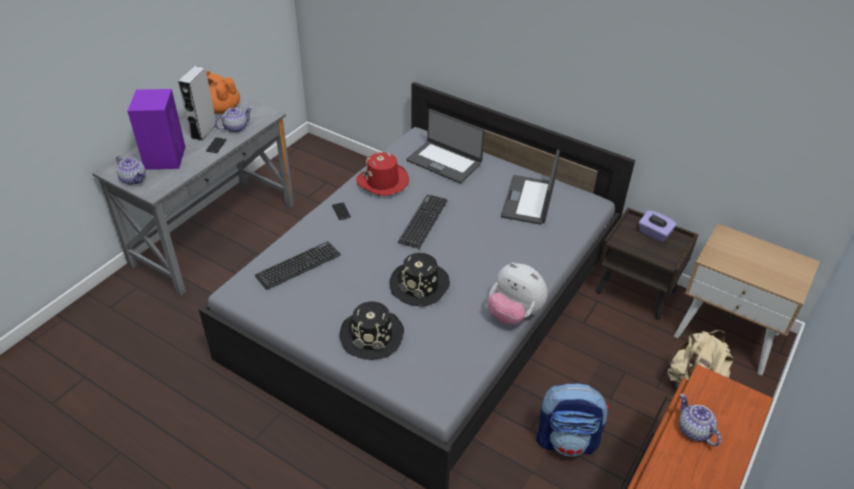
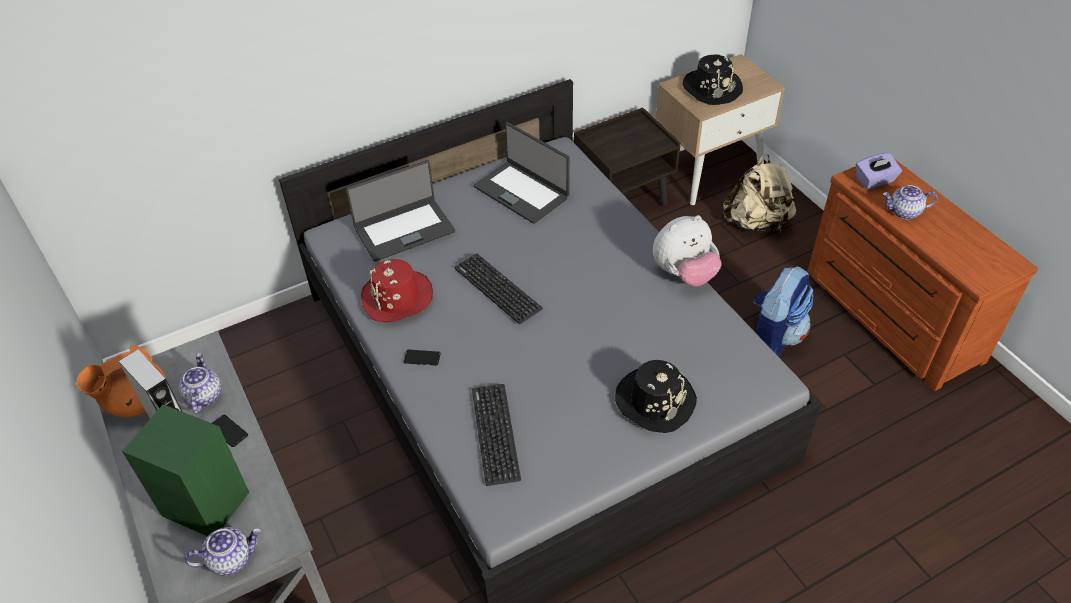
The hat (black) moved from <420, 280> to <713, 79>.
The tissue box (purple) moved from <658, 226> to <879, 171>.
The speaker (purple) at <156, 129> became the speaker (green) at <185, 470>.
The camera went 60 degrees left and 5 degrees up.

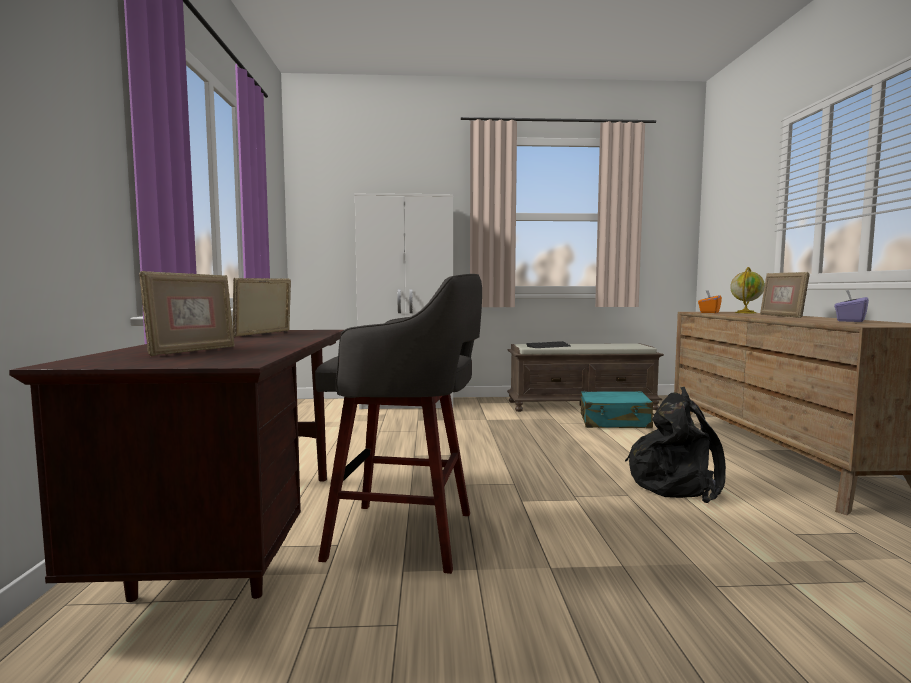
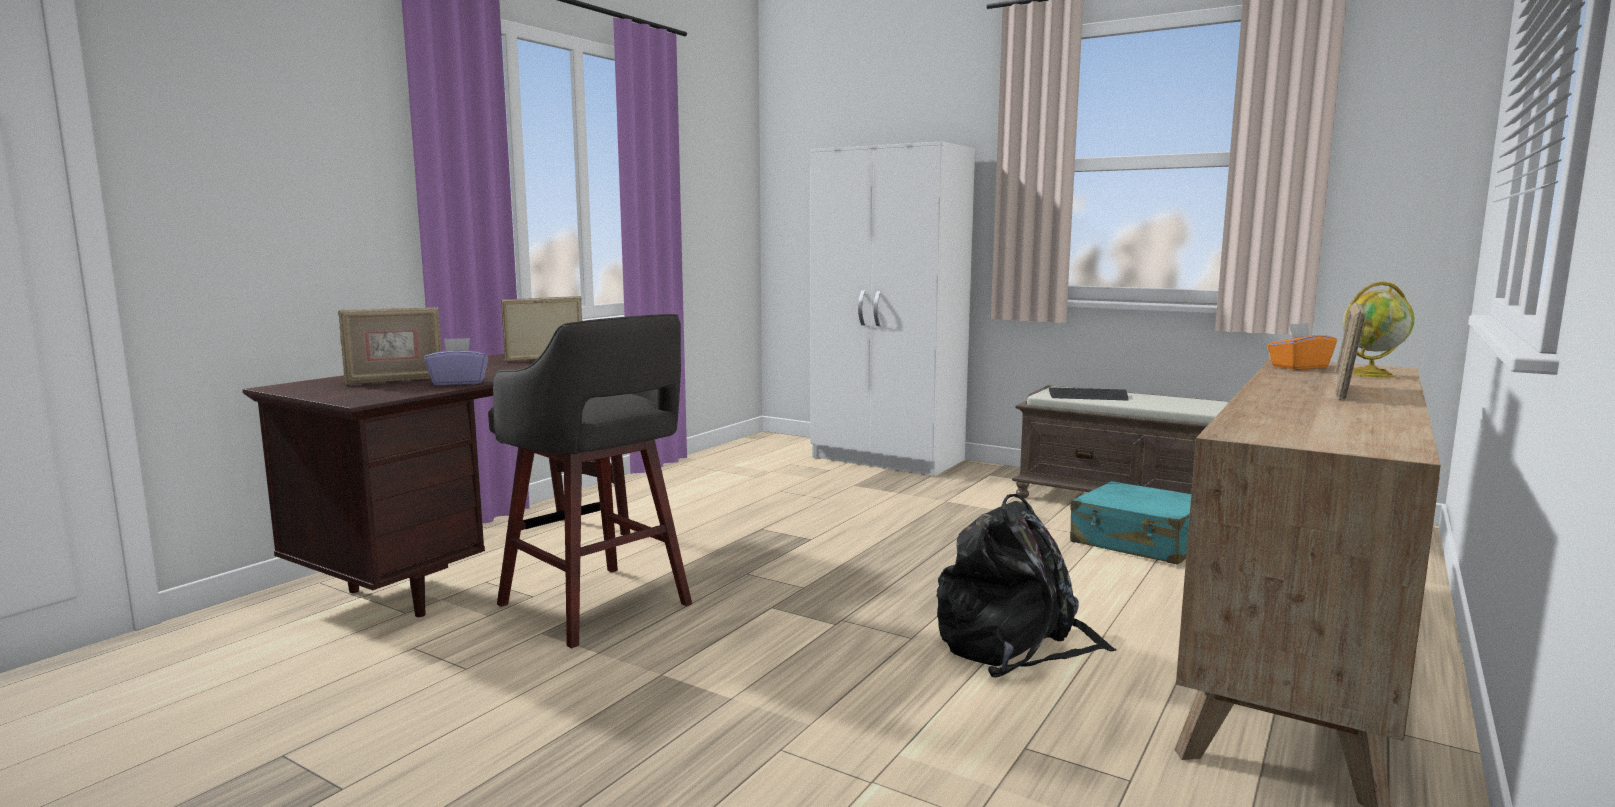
The tissue box (purple) moved from <851, 306> to <456, 361>.
The camera went 35 degrees right and 5 degrees up.

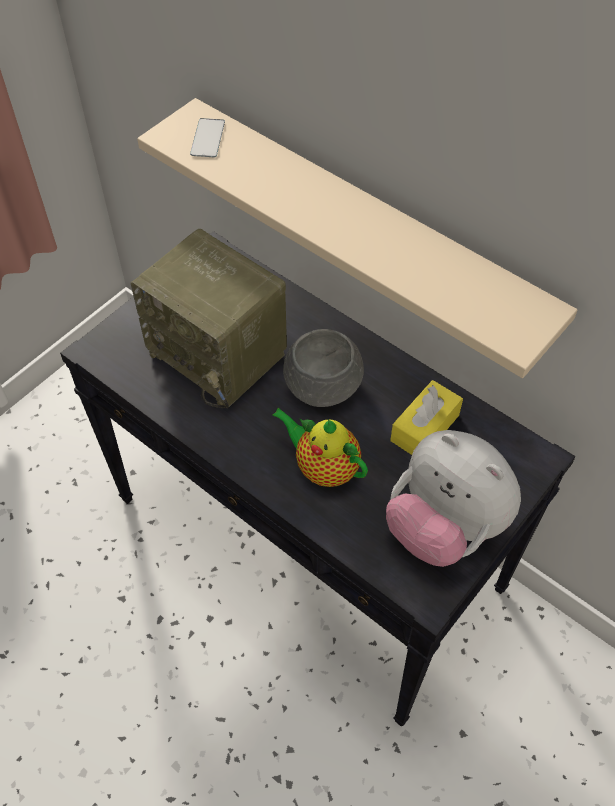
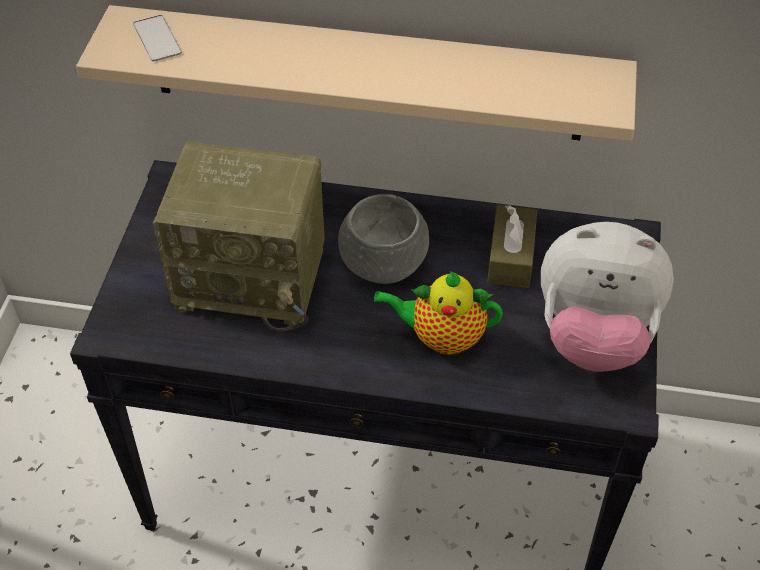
The tissue box (yellow) at <426, 417> became the tissue box (brown) at <512, 246>.
The camera went 30 degrees left and 5 degrees down.

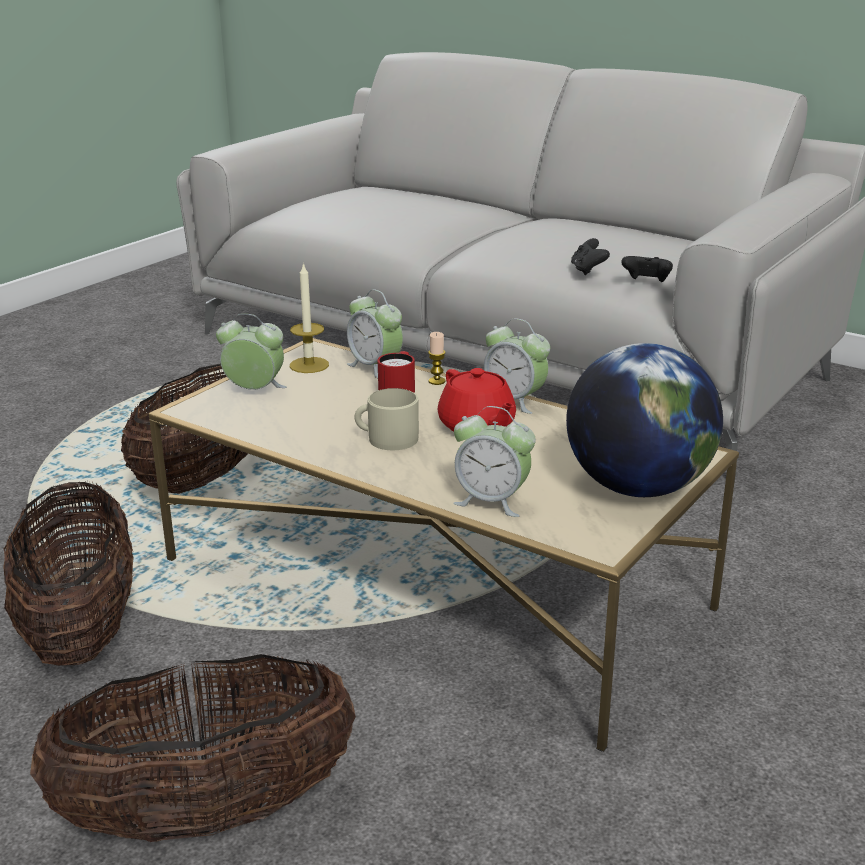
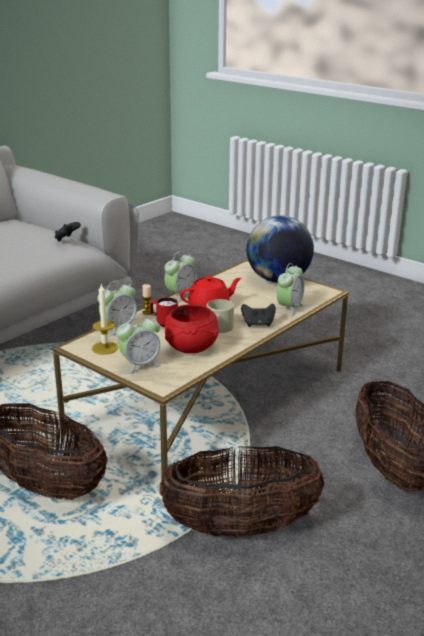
The bowl (red) at <192, 329> appeared.
The game controller (black) moved from <590, 256> to <258, 315>.
The alarm clock at <251, 351> turned 135 degrees counterclockwise.
The camera went 85 degrees left and 0 degrees up.

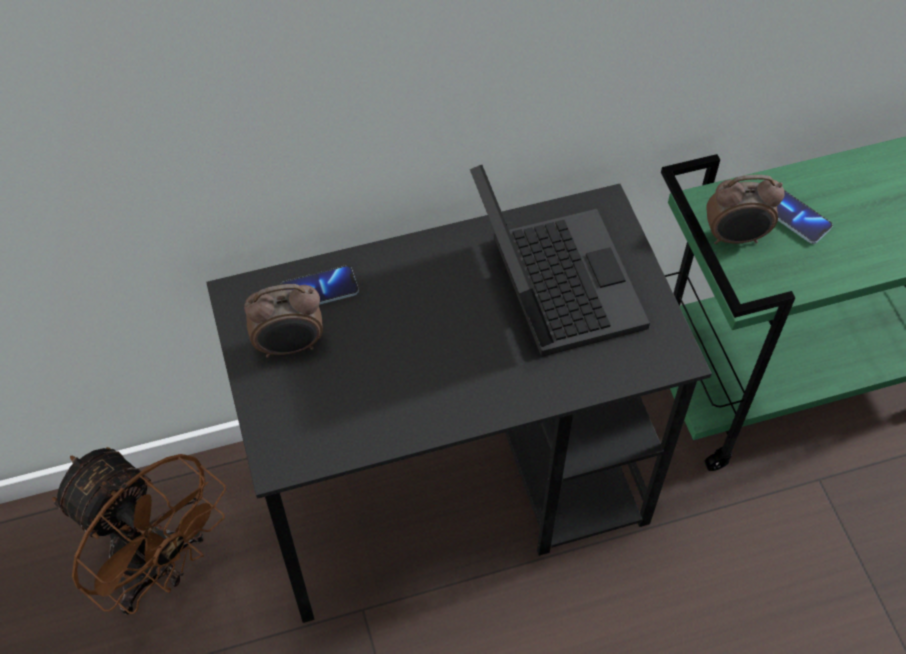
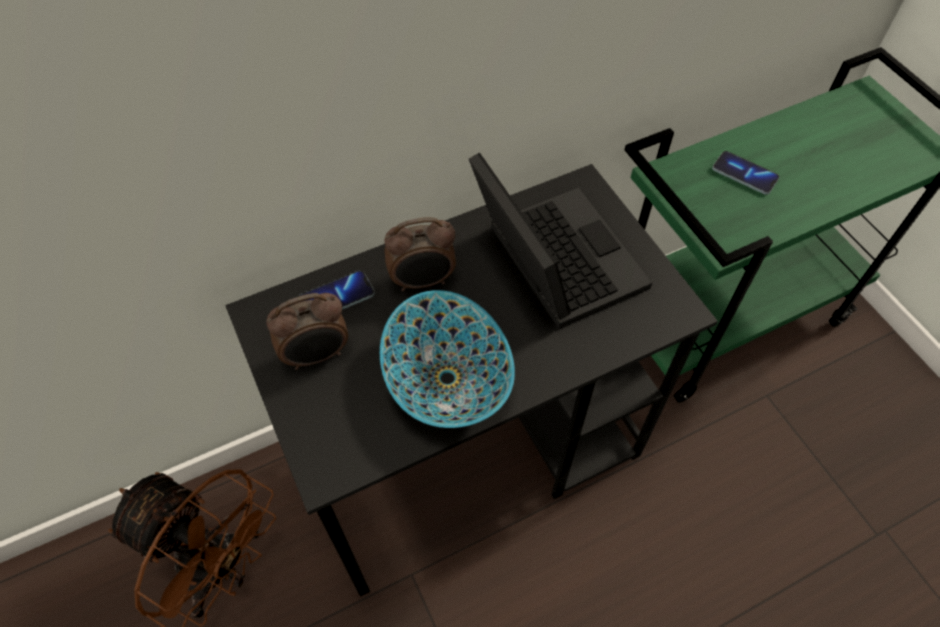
The bowl at <447, 359> appeared.
The alarm clock moved from <745, 209> to <420, 254>.
The camera went 10 degrees left and 0 degrees up.

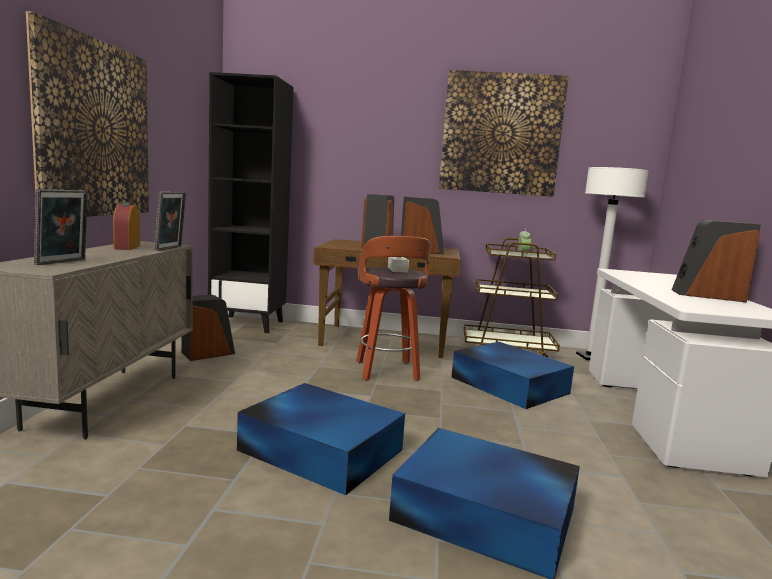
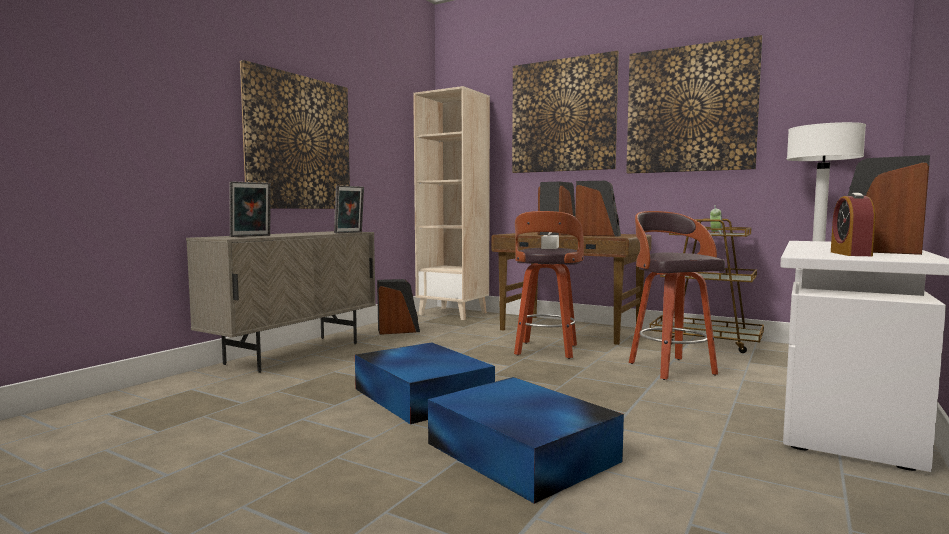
The picture at <565, 112> appeared.
The alarm clock moved from <126, 226> to <853, 224>.
The storage box (blue) at <512, 375> was replaced by the stool at <677, 295>.
The bookcase (black) at <251, 202> became the bookcase (beige) at <451, 203>.
The camera went 25 degrees right and 5 degrees down.

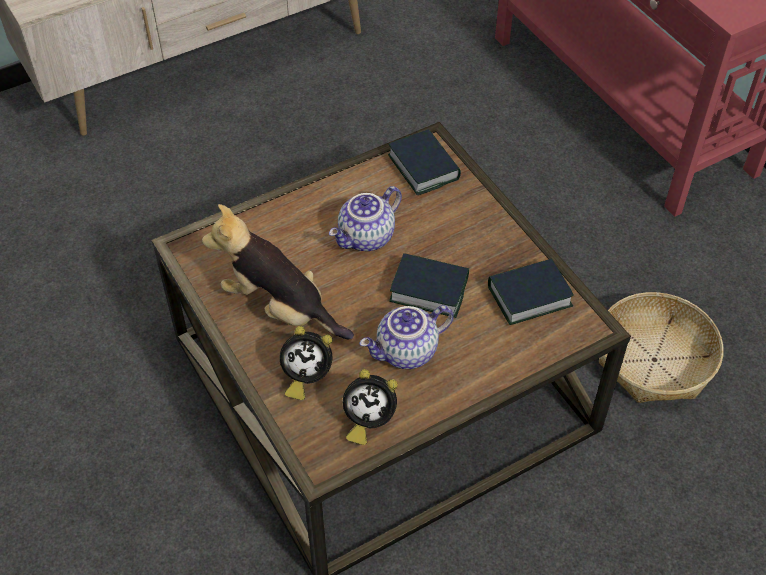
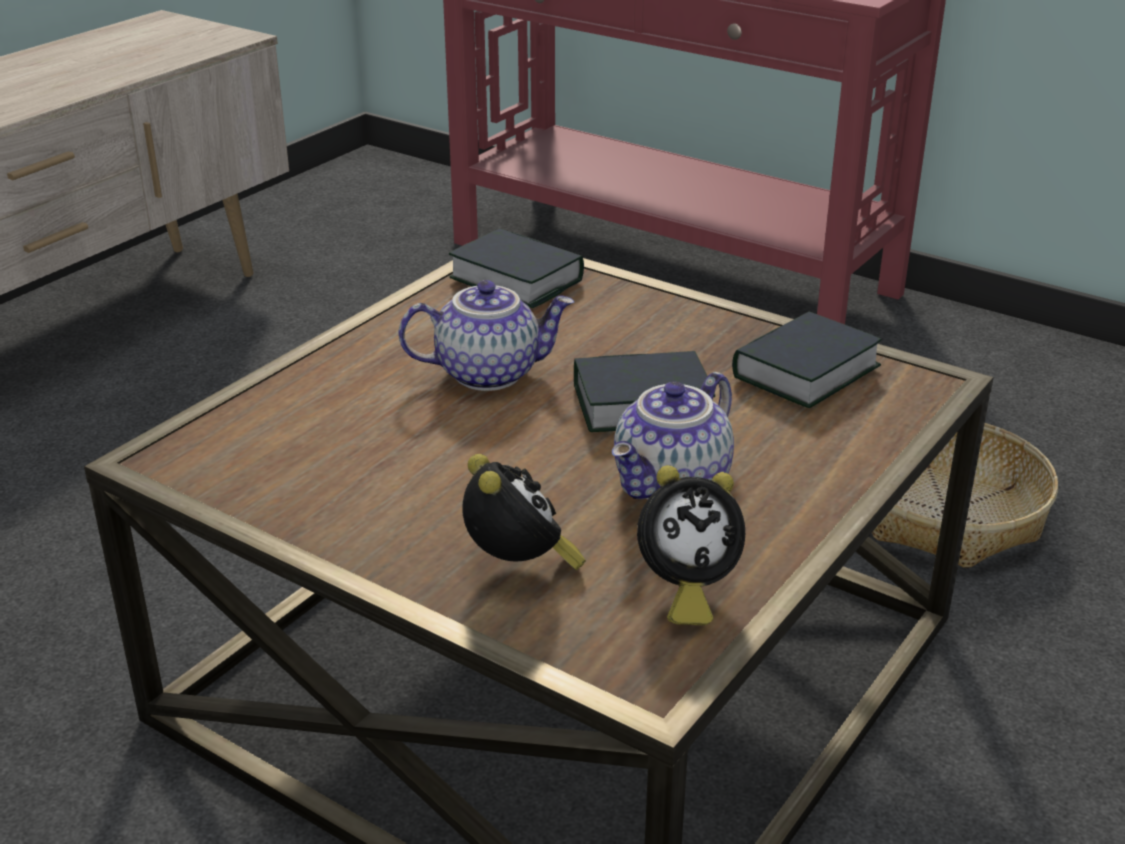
The plush toy at <278, 271> disappeared.
The alarm clock at <306, 363> turned 90 degrees counterclockwise.
The teapot at <365, 218> turned 120 degrees counterclockwise.
The camera went 25 degrees left and 20 degrees down.

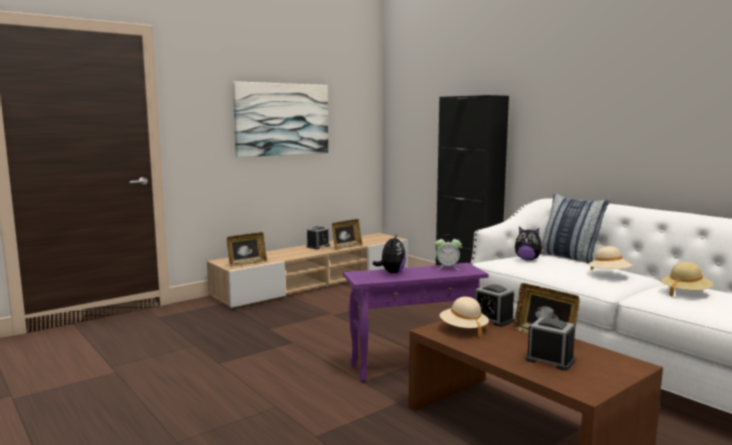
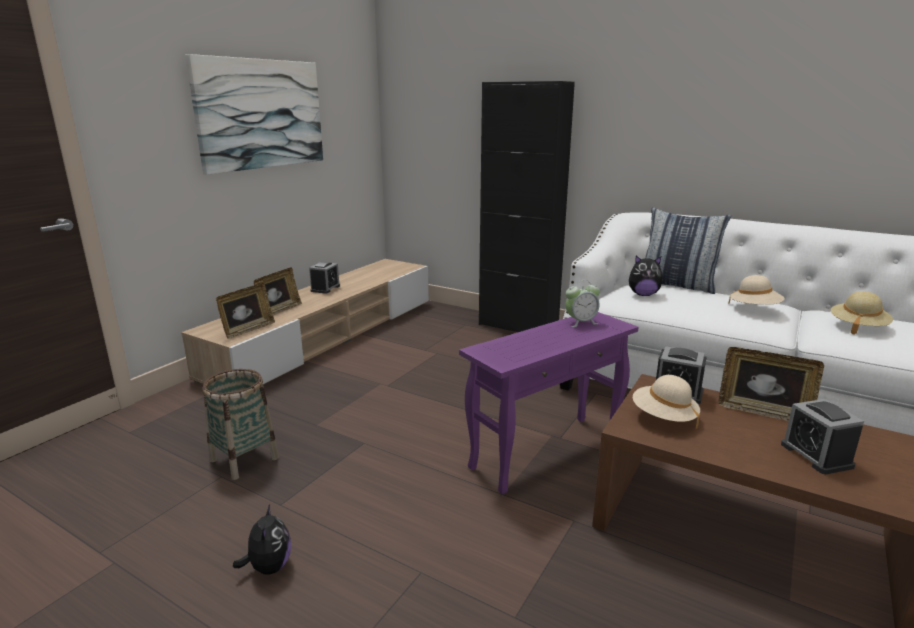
The basket at <241, 424> appeared.
The picture frame moved from <347, 234> to <277, 291>.
The plush toy moved from <389, 253> to <262, 539>.
The alarm clock at <550, 344> turned 120 degrees counterclockwise.
The camera went 20 degrees left and 10 degrees up.

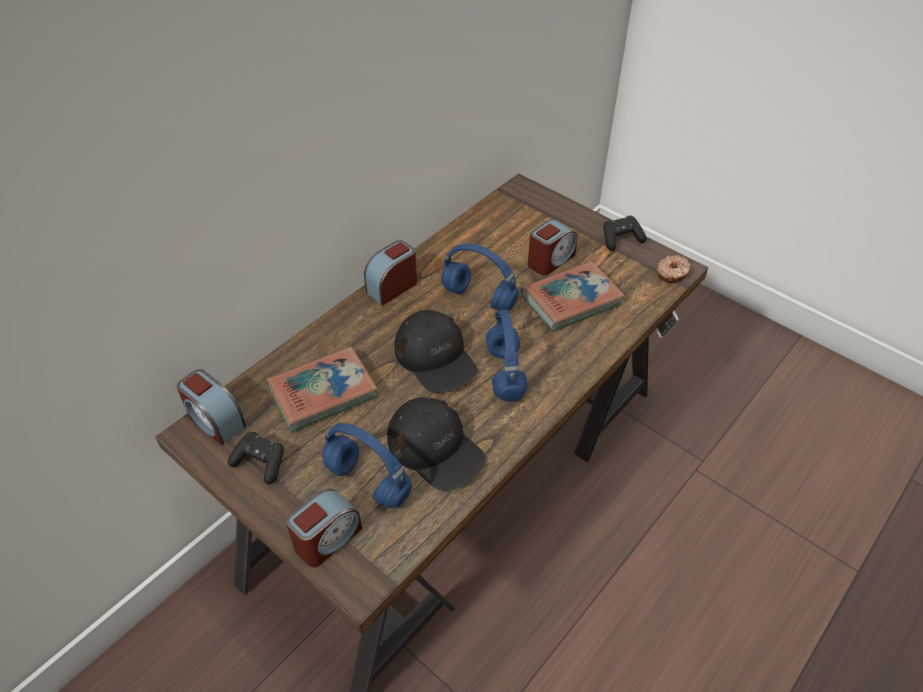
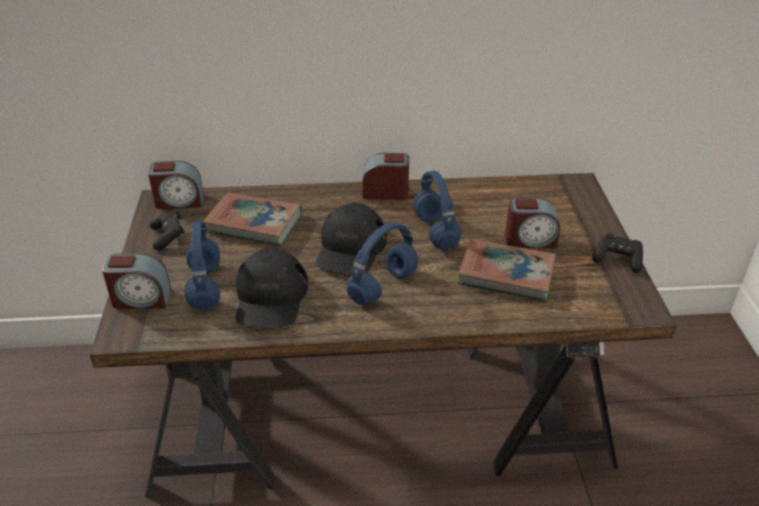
The donut at <673, 269> disappeared.
The alarm clock at <211, 407> turned 90 degrees counterclockwise.
The camera went 45 degrees right and 10 degrees down.

